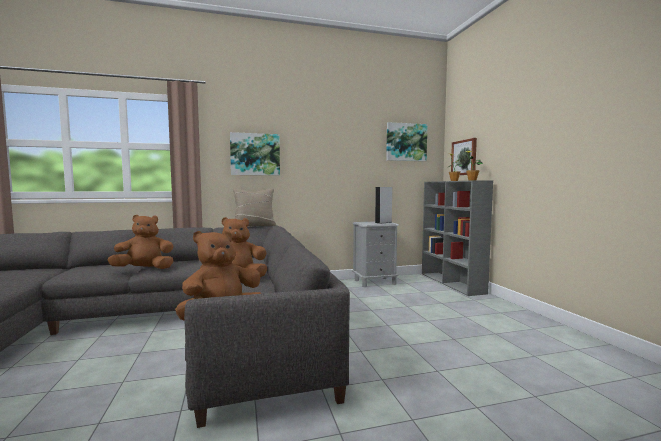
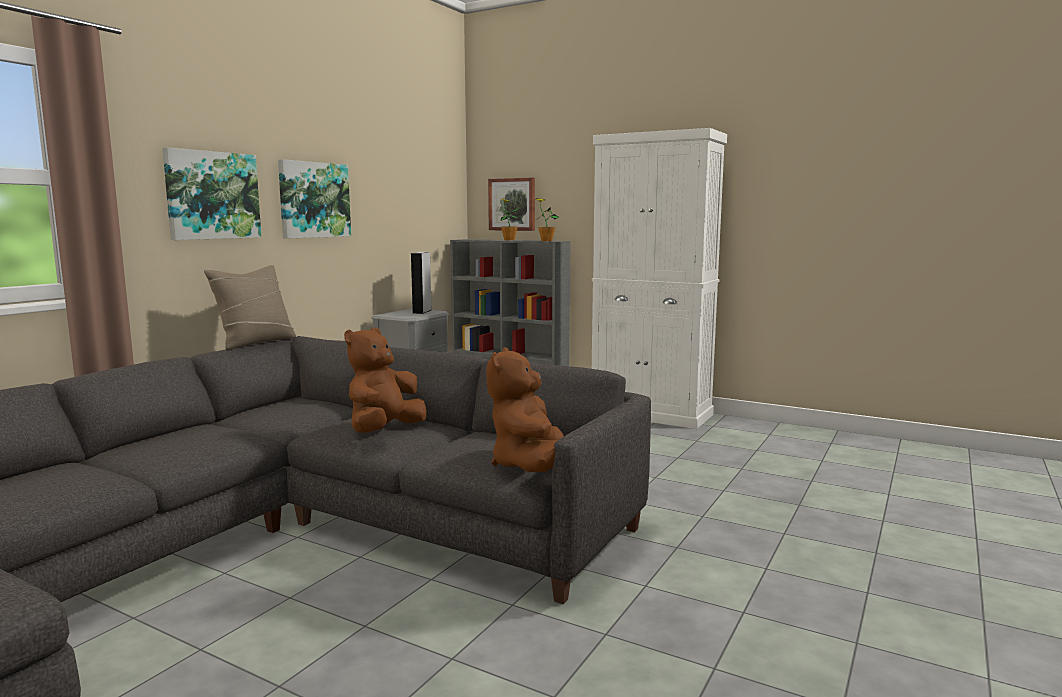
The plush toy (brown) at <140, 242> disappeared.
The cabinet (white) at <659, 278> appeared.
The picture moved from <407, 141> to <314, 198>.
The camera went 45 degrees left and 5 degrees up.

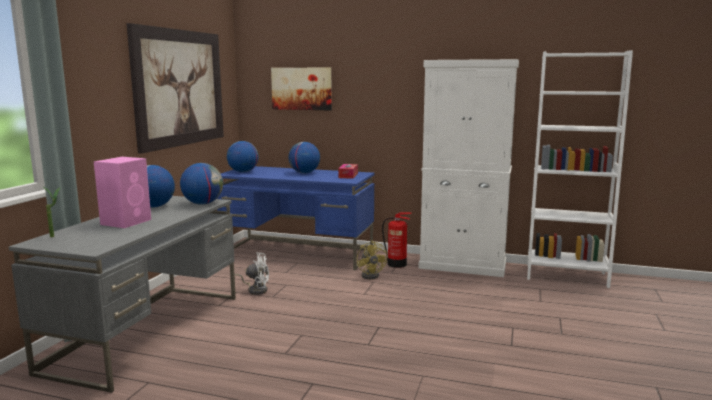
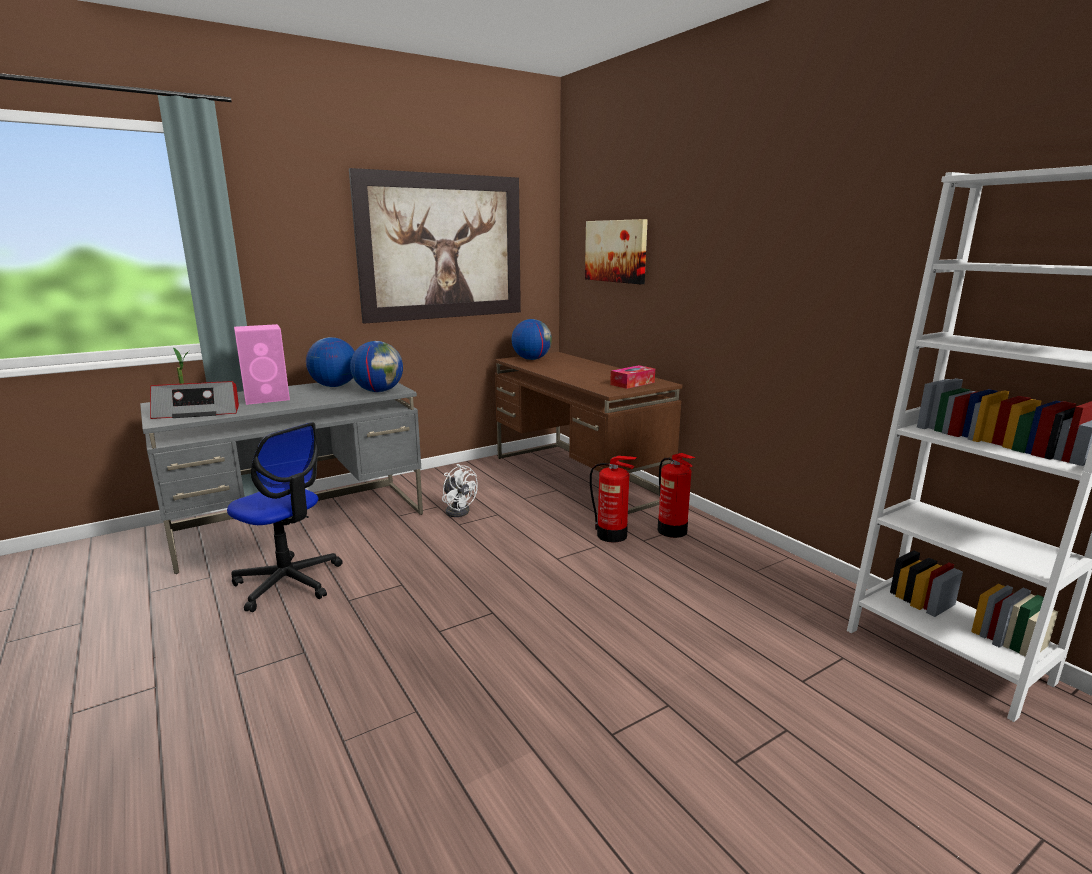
The globe at <304, 157> disappeared.
The cabinet (white) at <468, 168> disappeared.
The radio at <194, 400> appeared.
The office chair at <284, 517> appeared.
The fan (yellow) at <372, 259> was replaced by the fire extinguisher at <613, 499>.
The desk (blue) at <295, 218> became the desk (brown) at <588, 433>.
The camera went 40 degrees right and 5 degrees up.

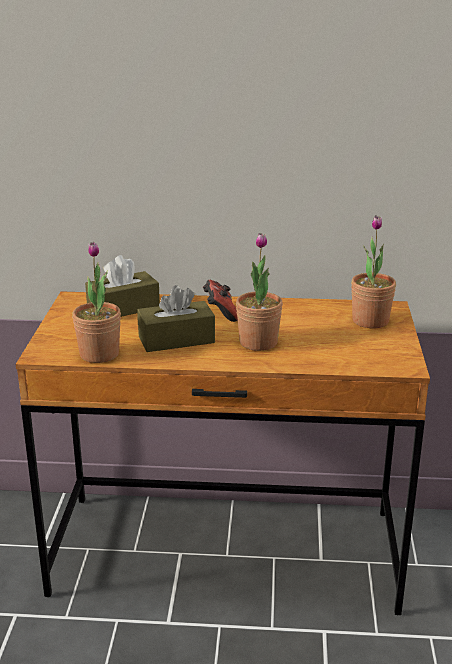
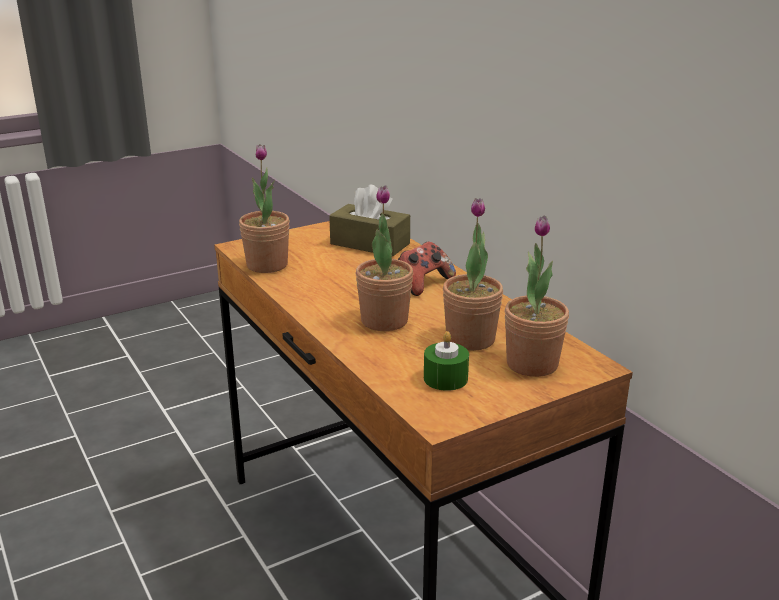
The tissue box (brown) at <176, 318> disappeared.
The candle (green) at <446, 361> appeared.
The potted plant at <473, 274> appeared.
The camera went 55 degrees right and 0 degrees up.

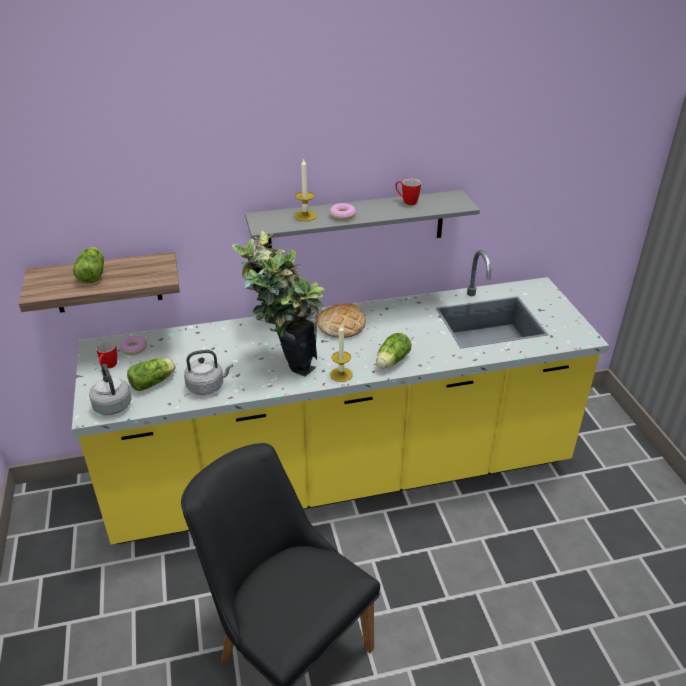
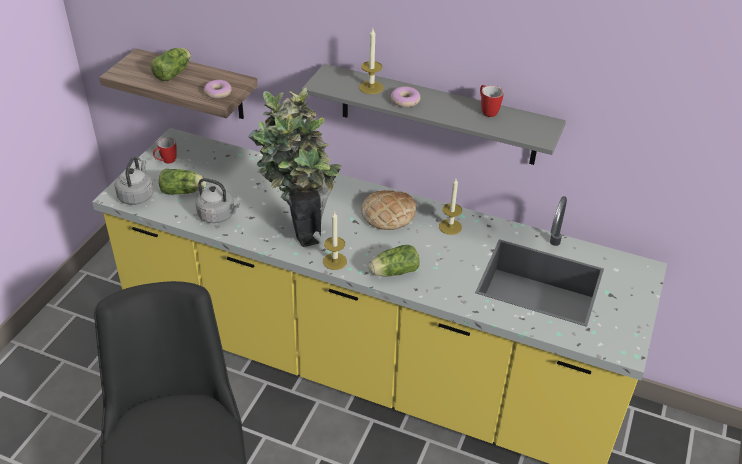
The candle at <450, 206> appeared.
The donut moved from <133, 345> to <218, 89>.
The camera went 35 degrees right and 5 degrees up.

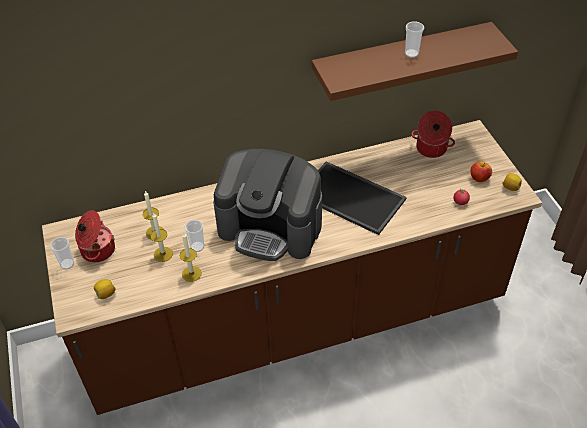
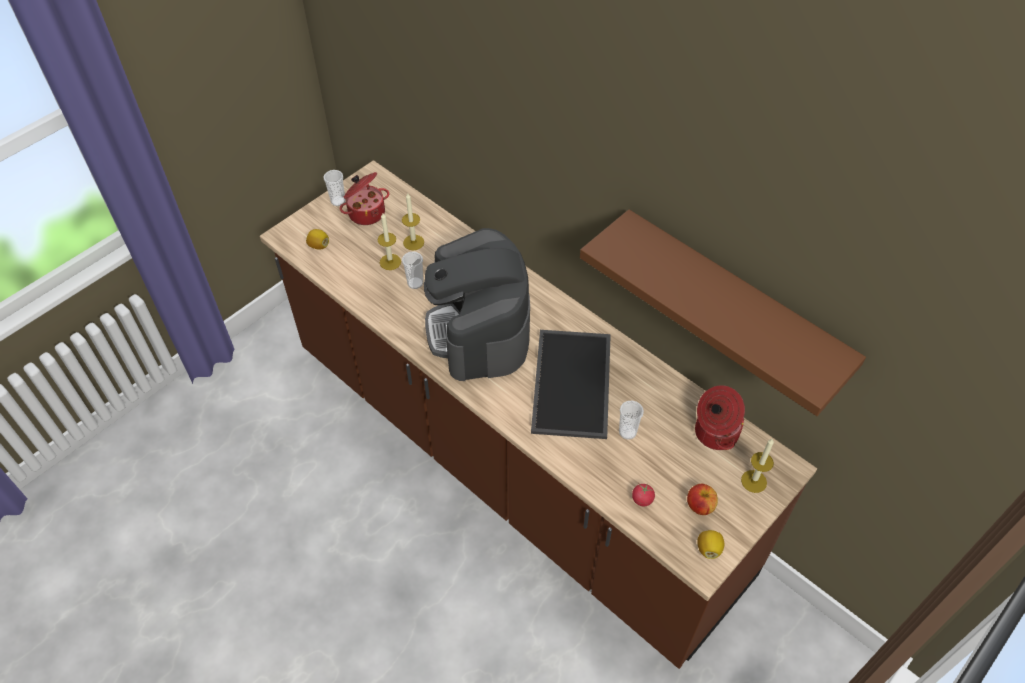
The candle moved from <191, 257> to <757, 465>.
The cup moved from <414, 40> to <631, 420>.
The camera went 60 degrees right and 5 degrees up.

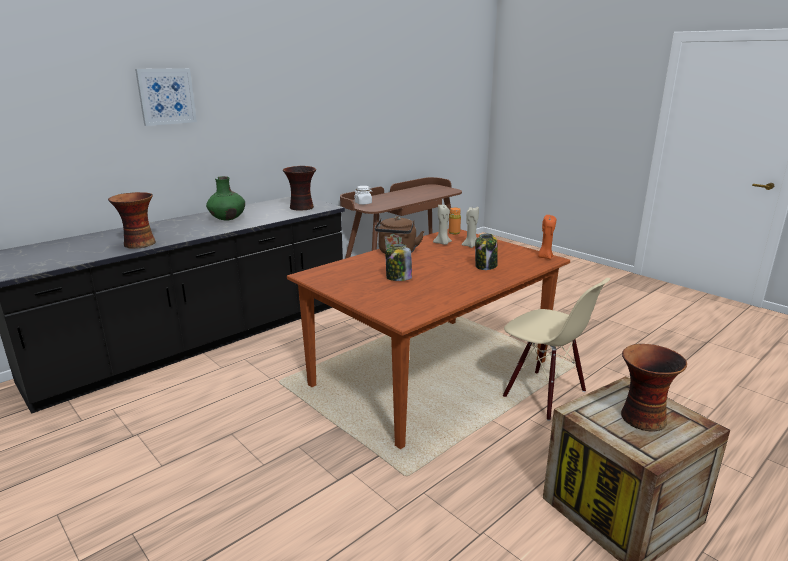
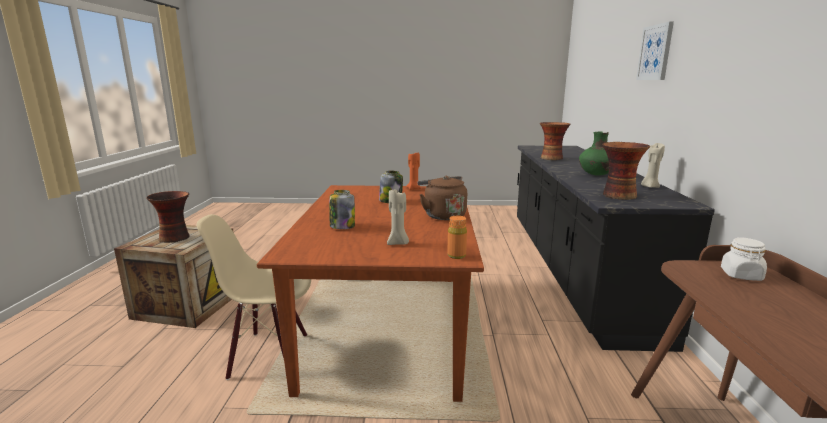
The candle (beige) moved from <442, 225> to <653, 165>.
The candle (orange) moved from <547, 237> to <413, 171>.
The camera went 135 degrees right and 5 degrees down.

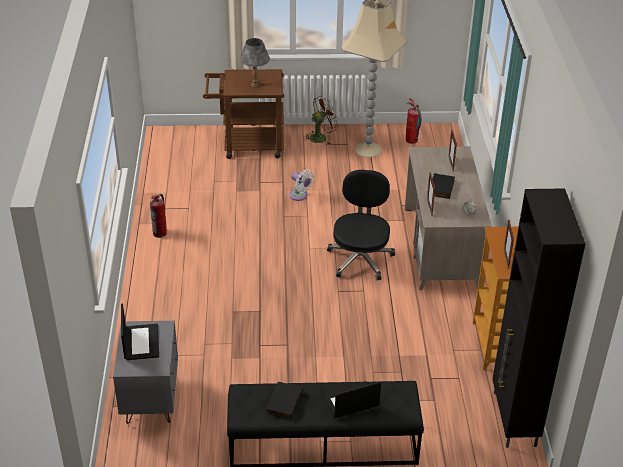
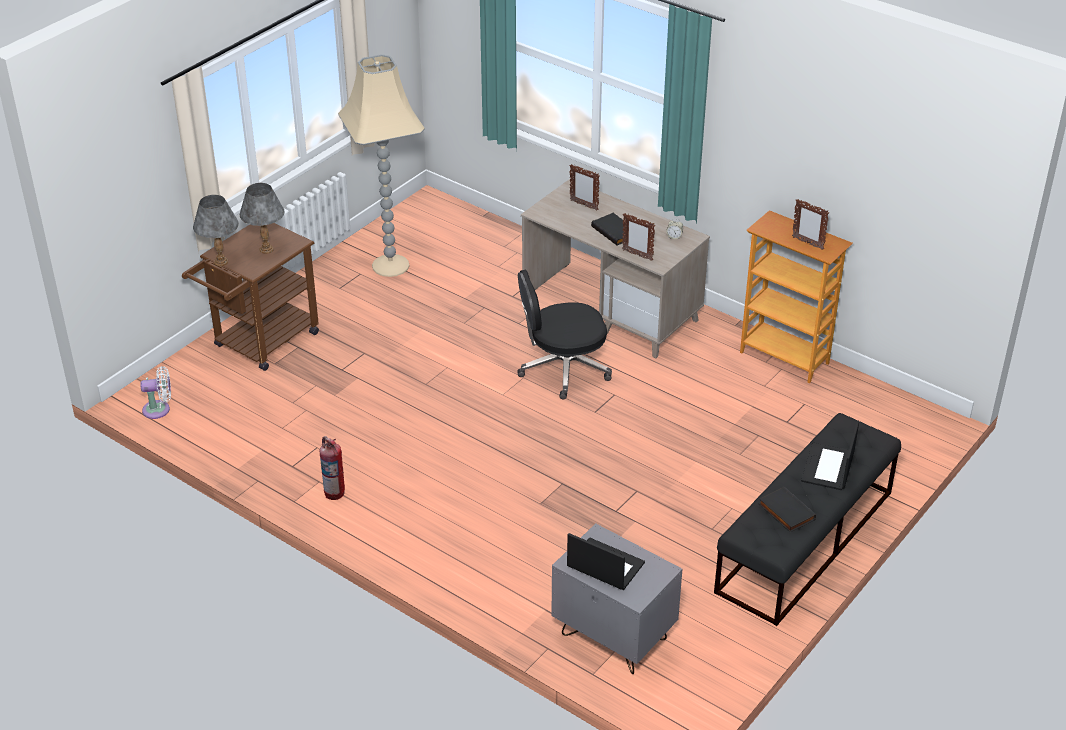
The fan (brown) at <321, 120> disappeared.
The fire extinguisher at <413, 121> disappeared.
The cabinet (black) at <538, 318> disappeared.
The table lamp (grey) at <216, 230> appeared.
The fan (white) moved from <301, 185> to <155, 392>.
The office chair (black) at <361, 225> turned 60 degrees counterclockwise.
The camera went 50 degrees left and 0 degrees up.

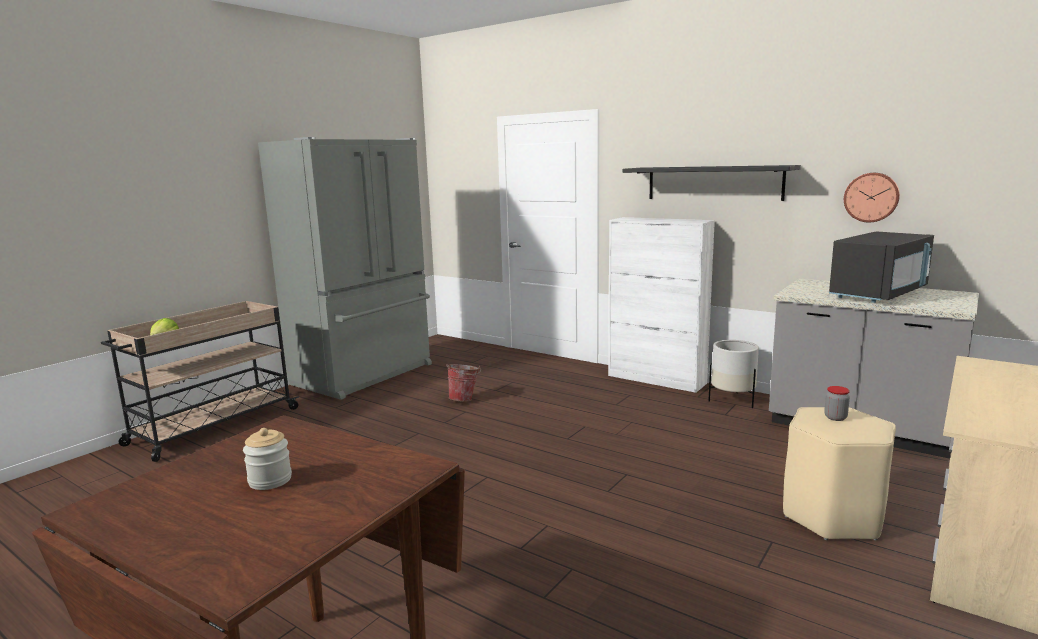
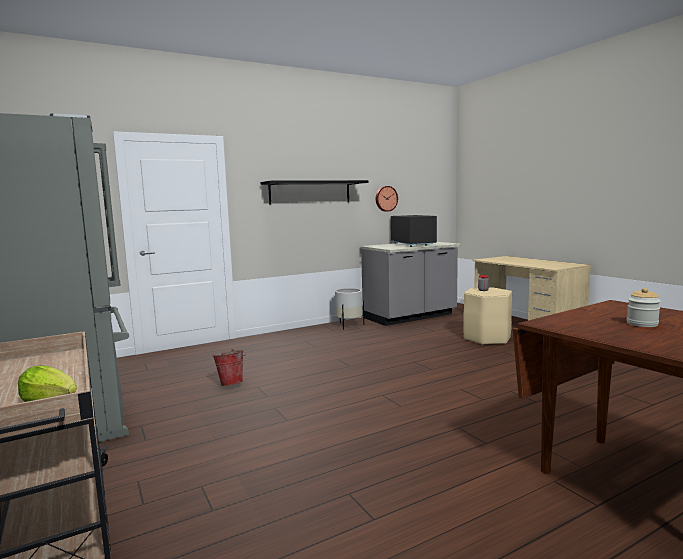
The cabinet (white) at <661, 305> disappeared.
The camera went 65 degrees left and 5 degrees down.

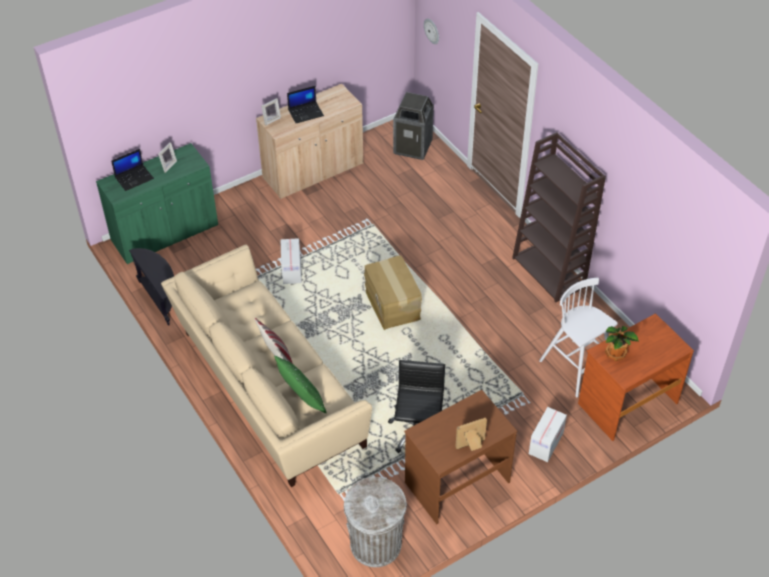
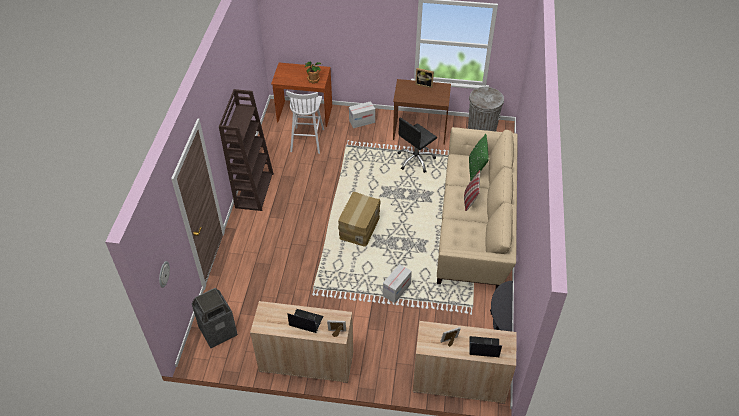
The cabinet (green) at <157, 203> became the cabinet (beige) at <464, 362>.
The camera went 140 degrees left and 0 degrees up.

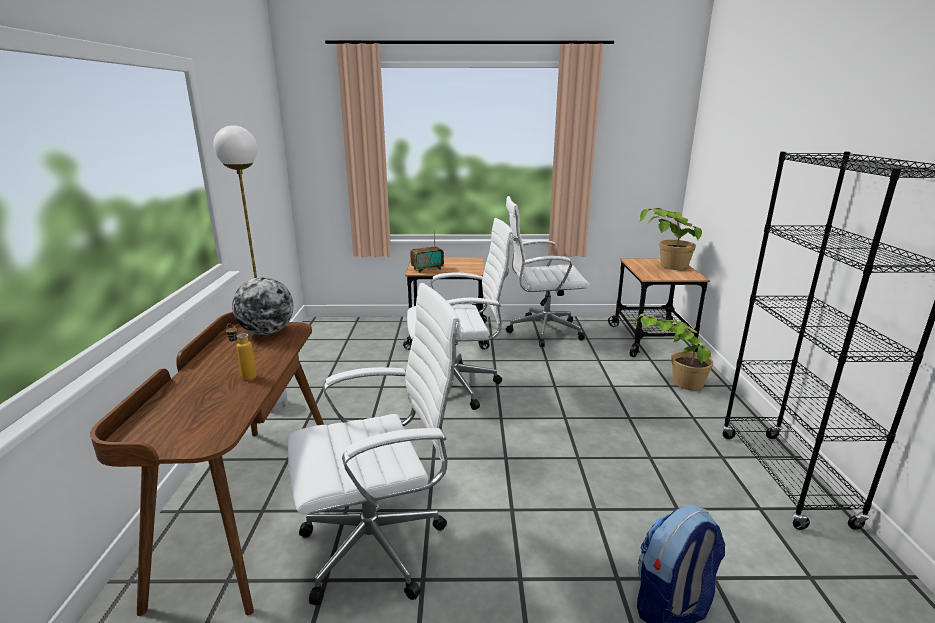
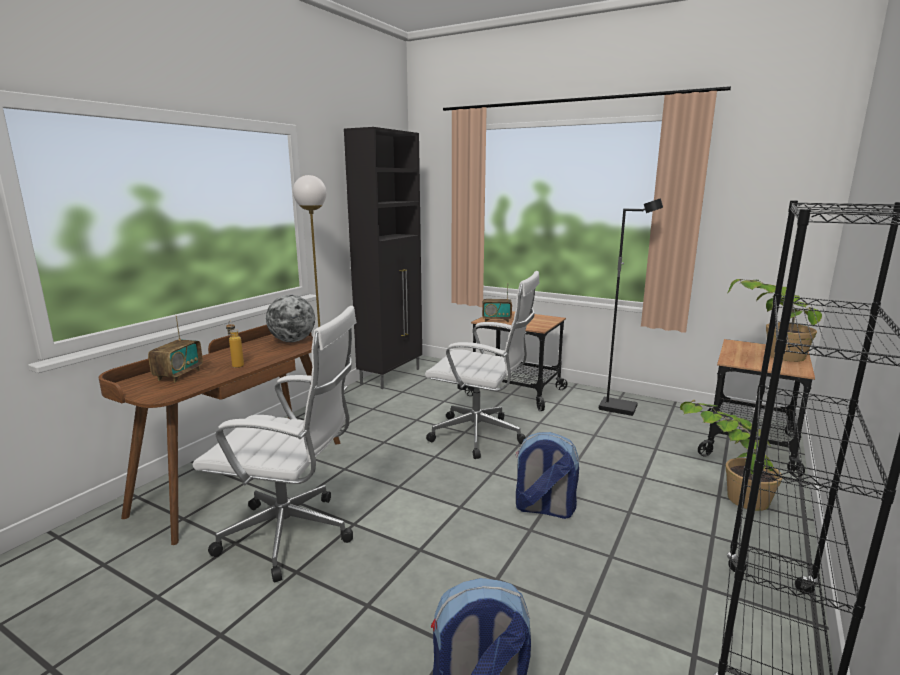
The radio at <175, 349> appeared.
The cabinet (black) at <383, 258> appeared.
The backpack at <547, 475> appeared.
The office chair (white) at <548, 271> was replaced by the floor lamp (black) at <630, 307>.
The camera went 30 degrees right and 5 degrees down.

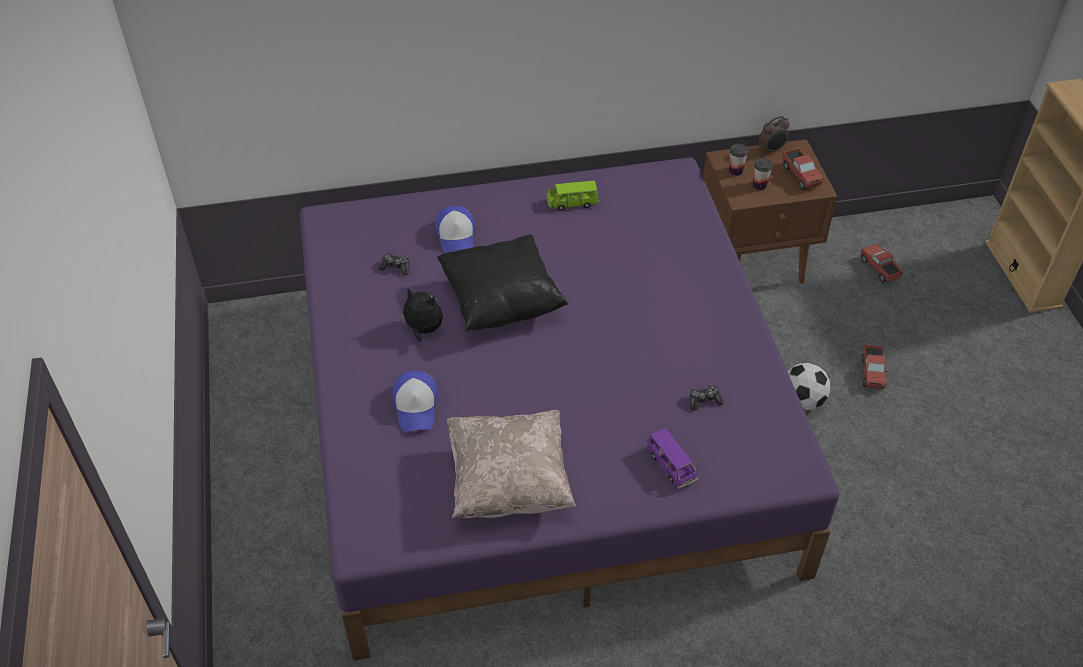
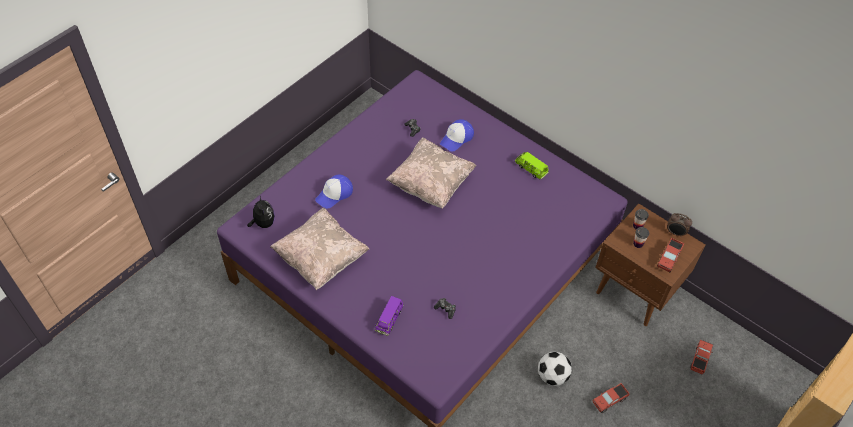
The plush toy moved from <419, 315> to <261, 212>.
The pillow (black) at <502, 283> became the pillow (beige) at <431, 173>.
The camera went 50 degrees right and 5 degrees up.

